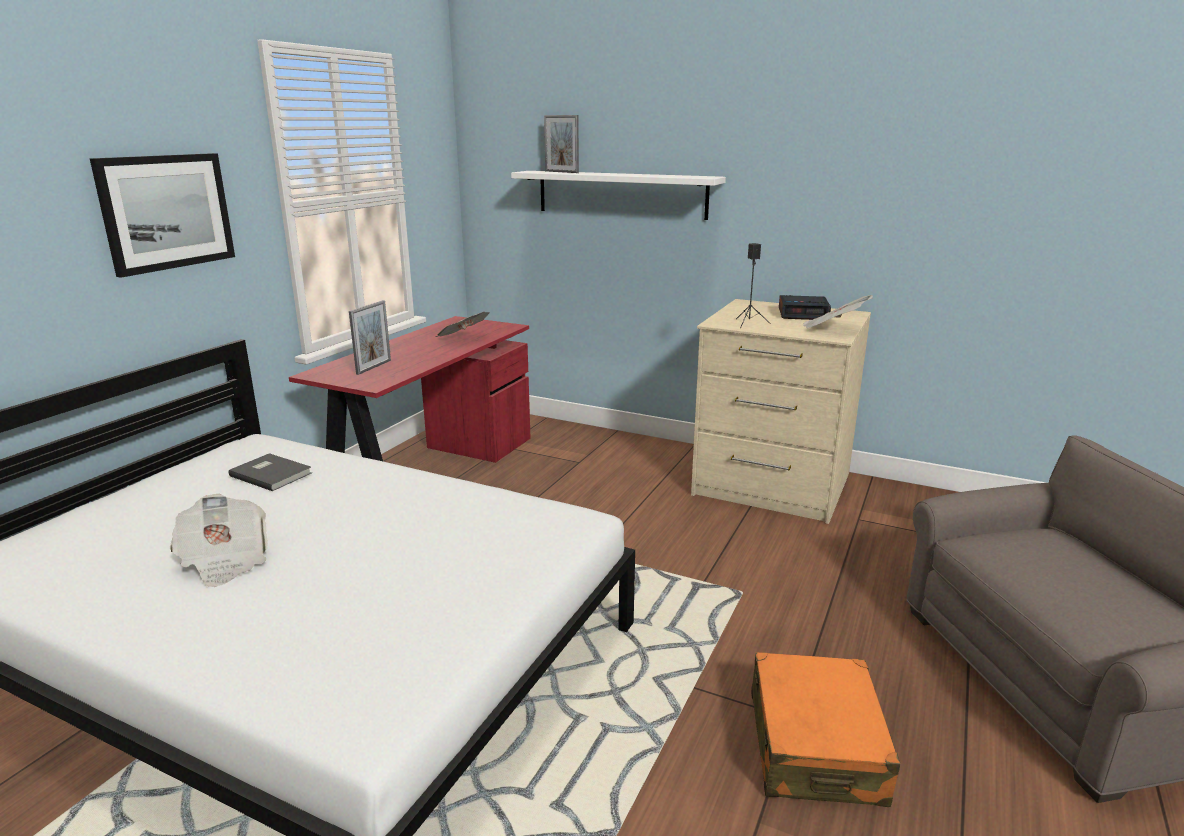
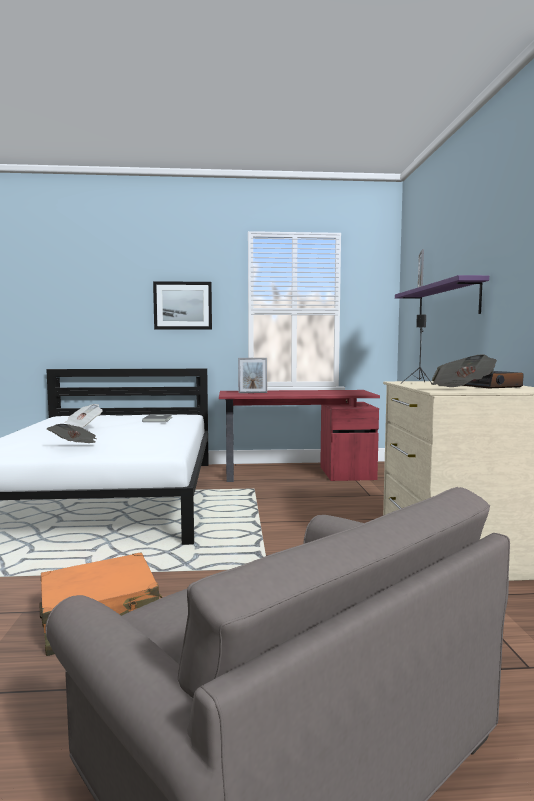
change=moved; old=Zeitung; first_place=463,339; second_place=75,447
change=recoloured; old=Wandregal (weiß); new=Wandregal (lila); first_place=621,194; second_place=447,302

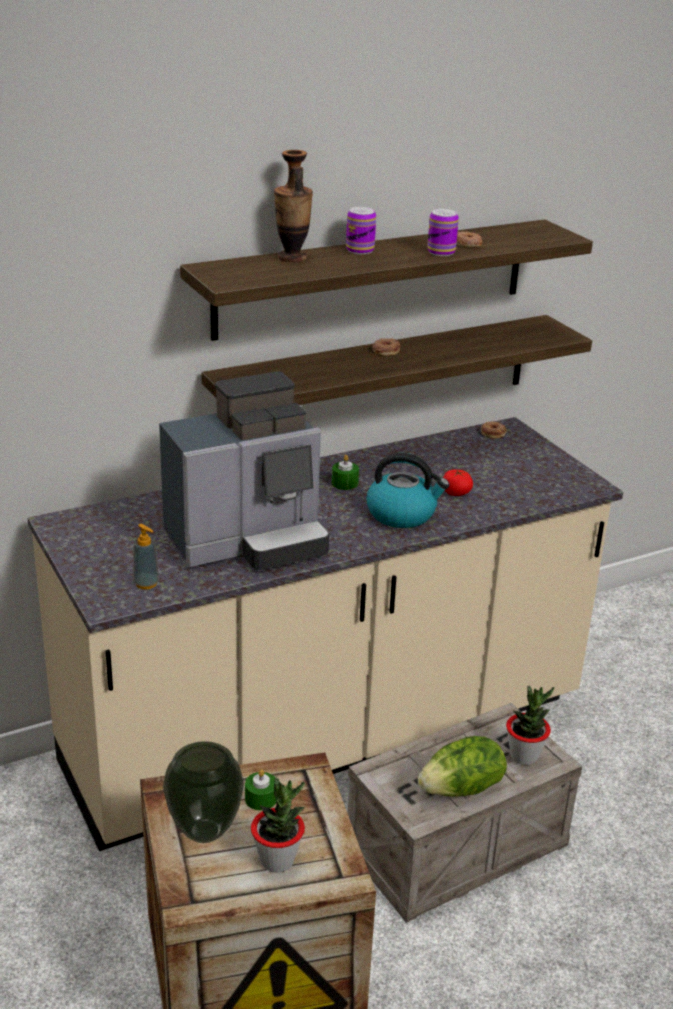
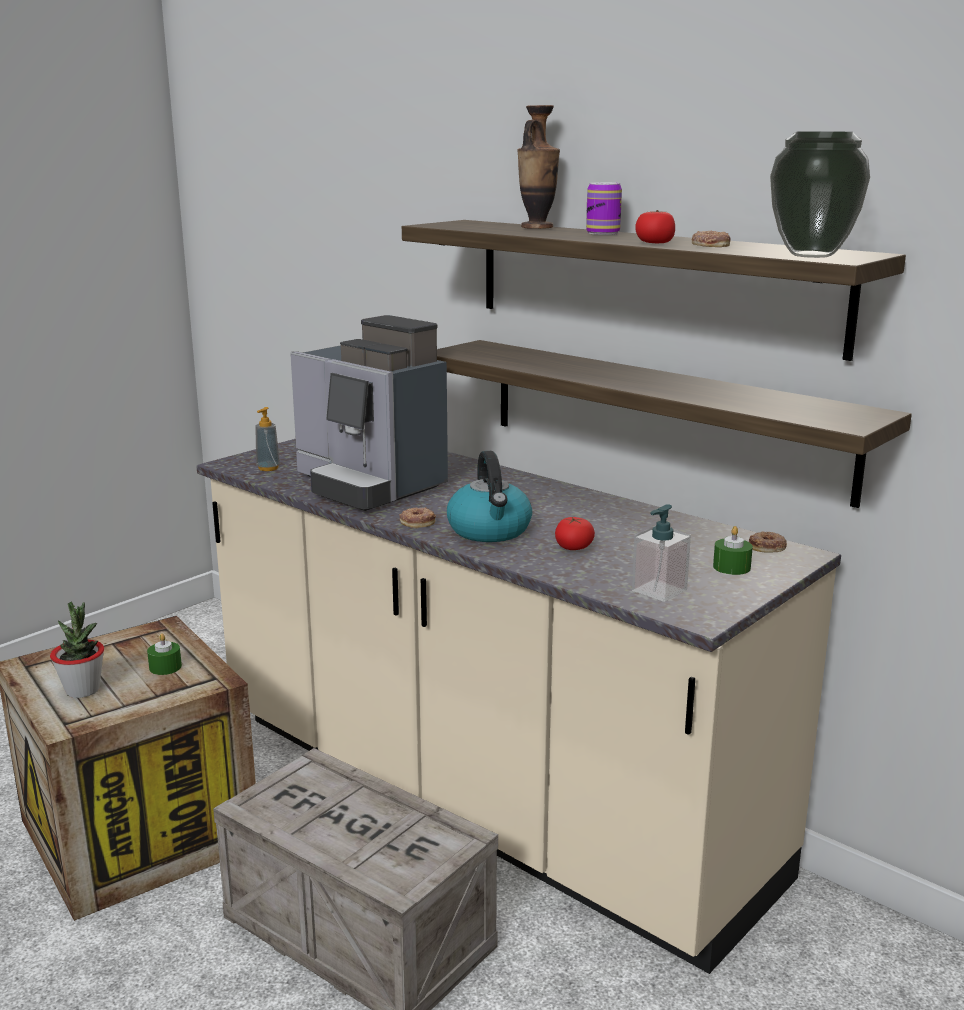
change=removed; old=Salatkopf; first_place=462,789
change=removed; old=Topfpflanze; first_place=524,756
change=added; new=Seifenspender; second_place=659,590
change=moved; old=Vase; first_place=206,832; second_place=812,255
change=moved; old=Kerze (grün); first_place=344,483; second_place=731,567
change=moved; old=Donut; first_place=385,350; second_place=417,521
change=replaced; old=Dose; new=Tomate; first_place=441,252; second_place=654,243

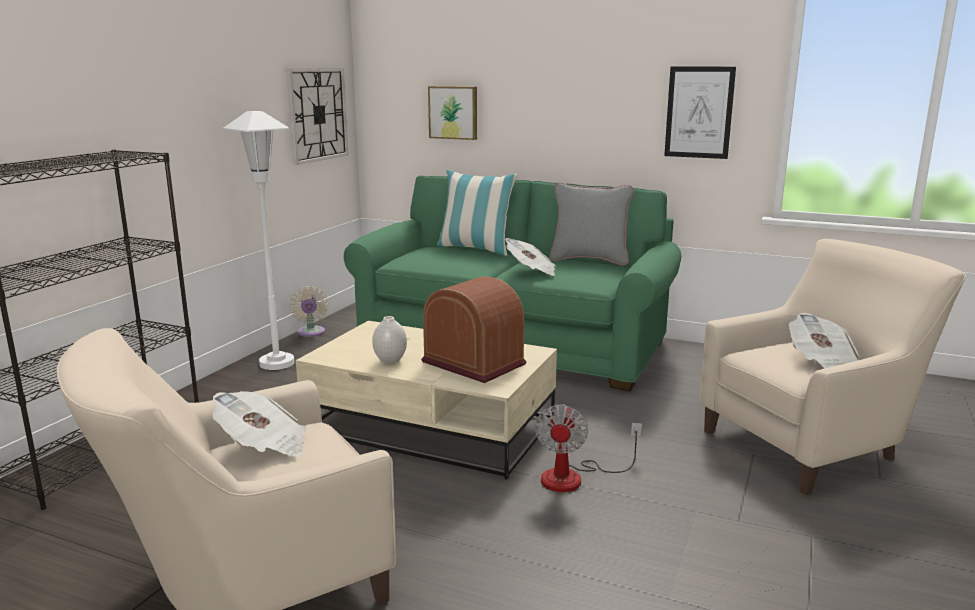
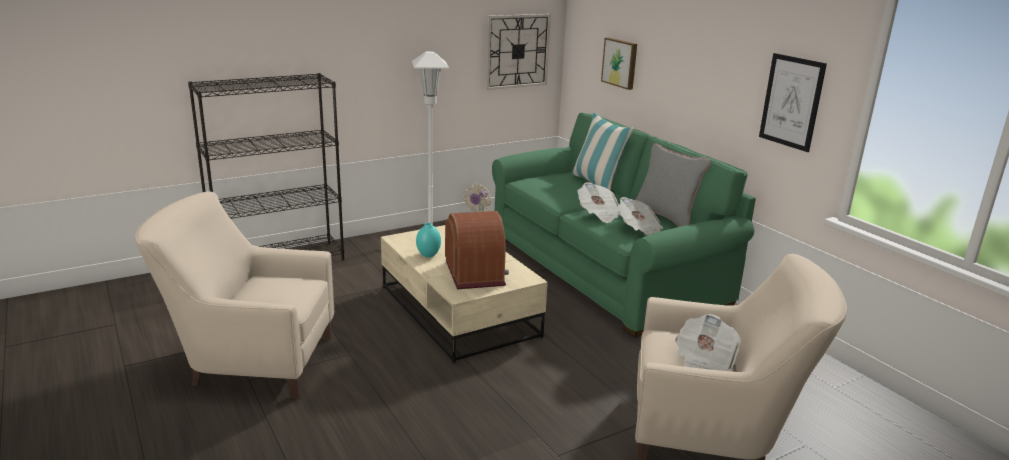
change=removed; old=Ventilator; first_place=574,477
change=moved; old=Zeitung; first_place=264,446; second_place=639,230
change=recoloured; old=Vase (weiß); new=Vase (türkis); first_place=390,361; second_place=428,255

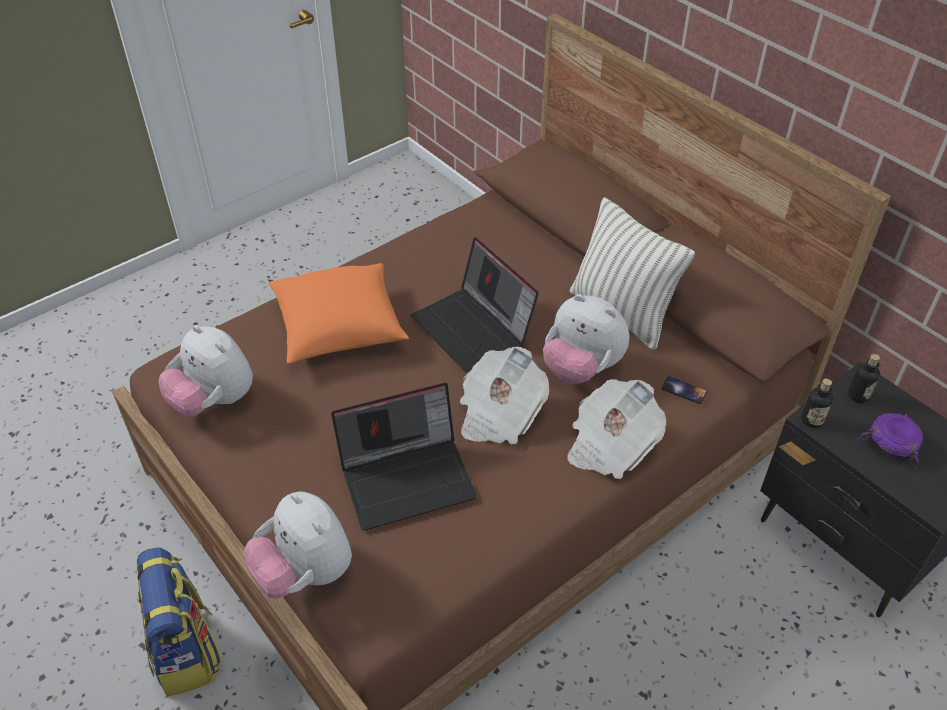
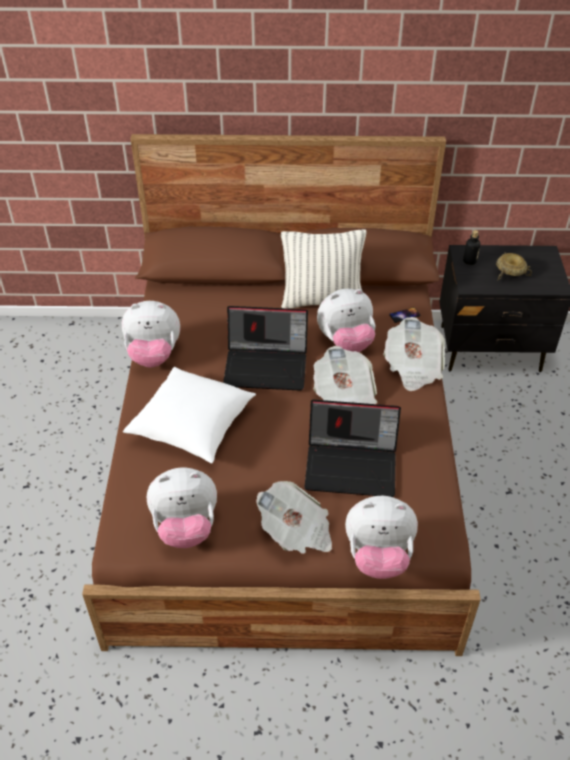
change=removed; old=Rucksack; first_place=187,652
change=removed; old=Flasche; first_place=812,420
change=added; new=Plüschtier; second_place=153,355
change=added; new=Zeitung; second_place=296,531
change=recoloured; old=Kissen (orange); new=Kissen (weiß); first_place=339,329; second_place=193,427
change=recoloured; old=Schüssel (lila); new=Schüssel (beige); first_place=889,444; second_place=509,273
change=turned; old=Laptop; first_place=408,477; second_place=352,465; degrees=75

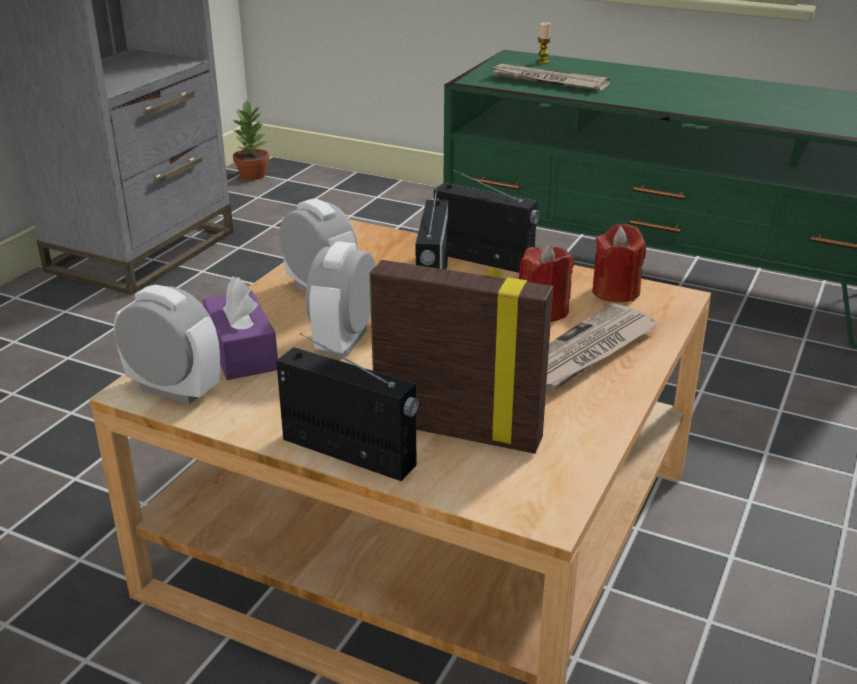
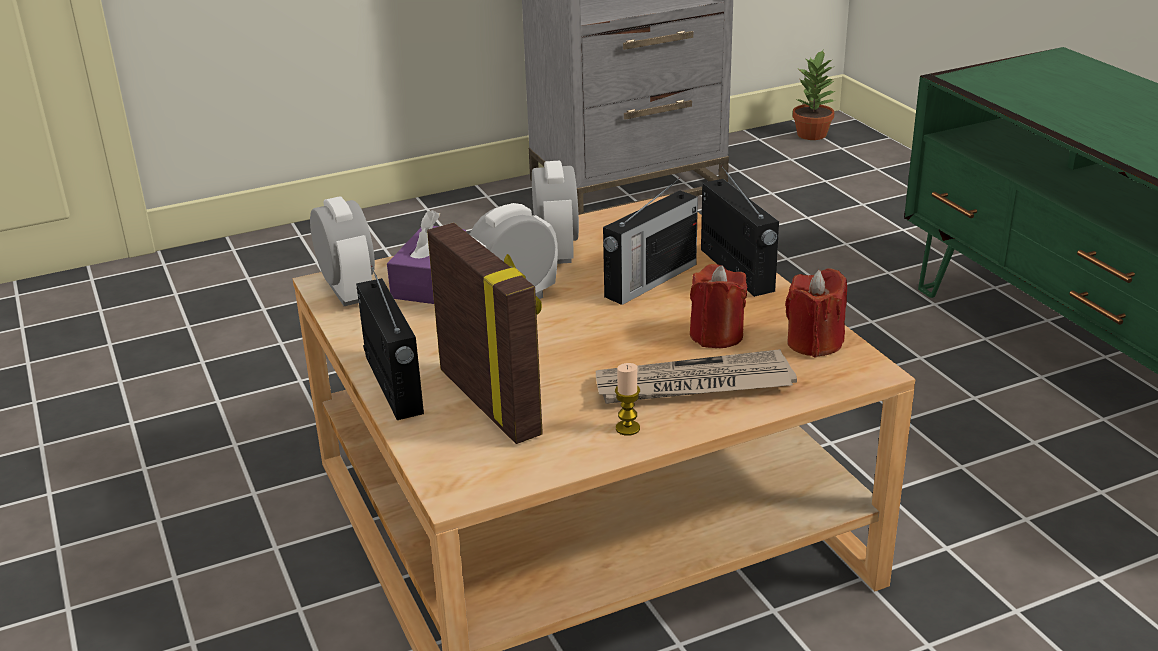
change=removed; old=Zeitung; first_place=547,81
change=moved; old=Kerze; first_place=542,62; second_place=627,428

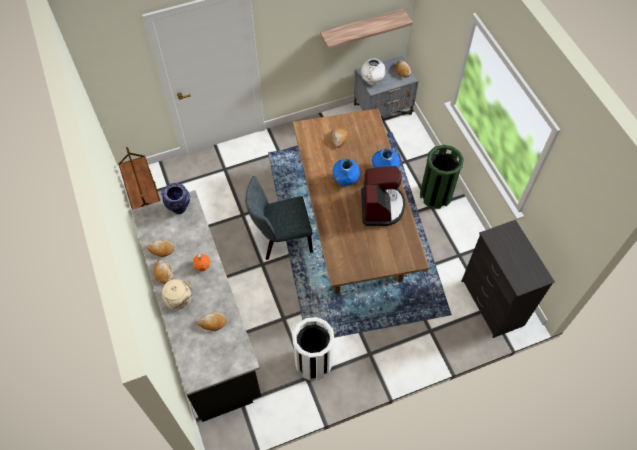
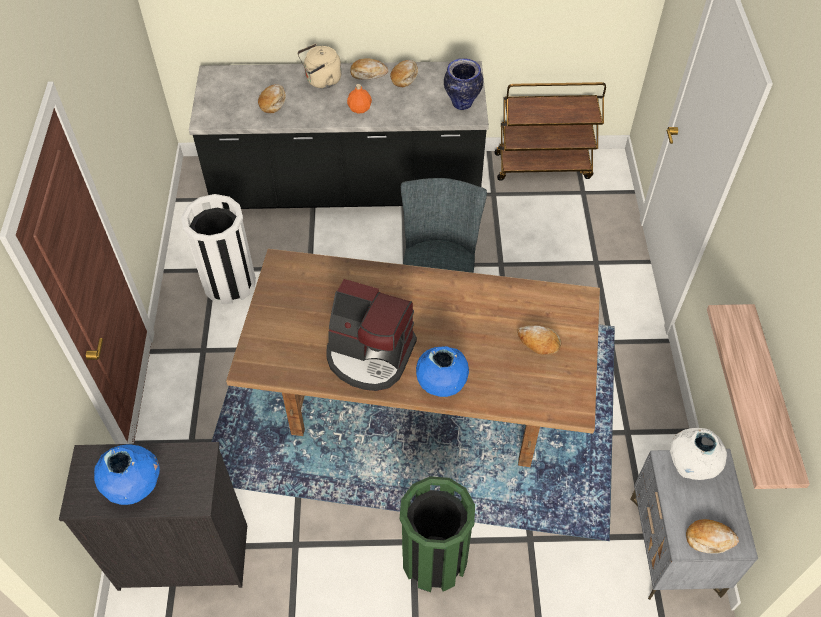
change=moved; old=Vase (blau); first_place=345,181; second_place=136,488

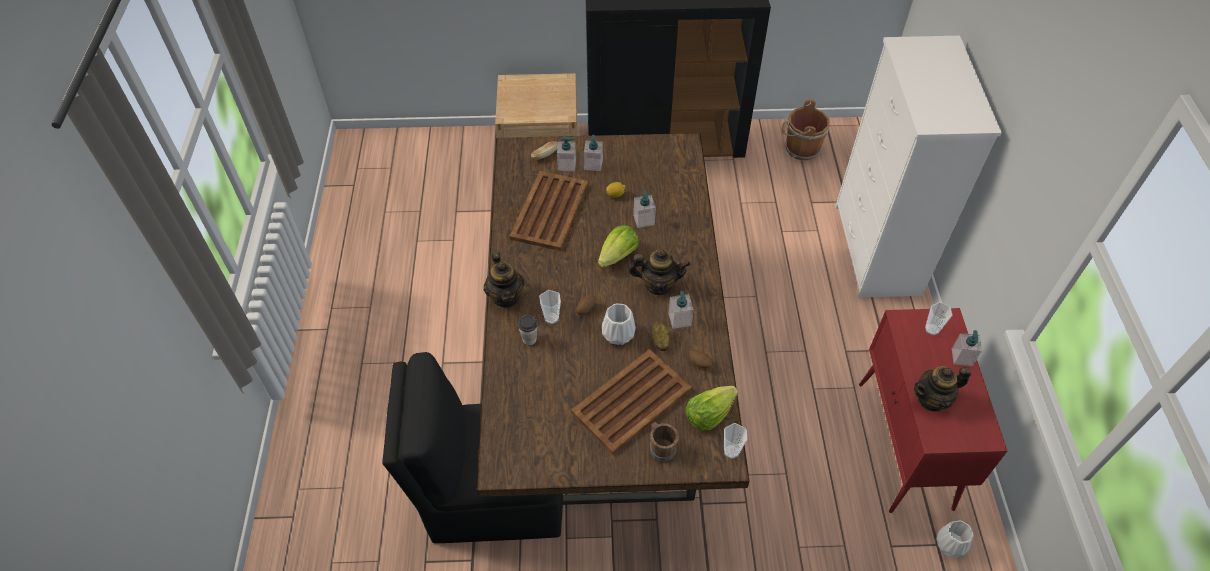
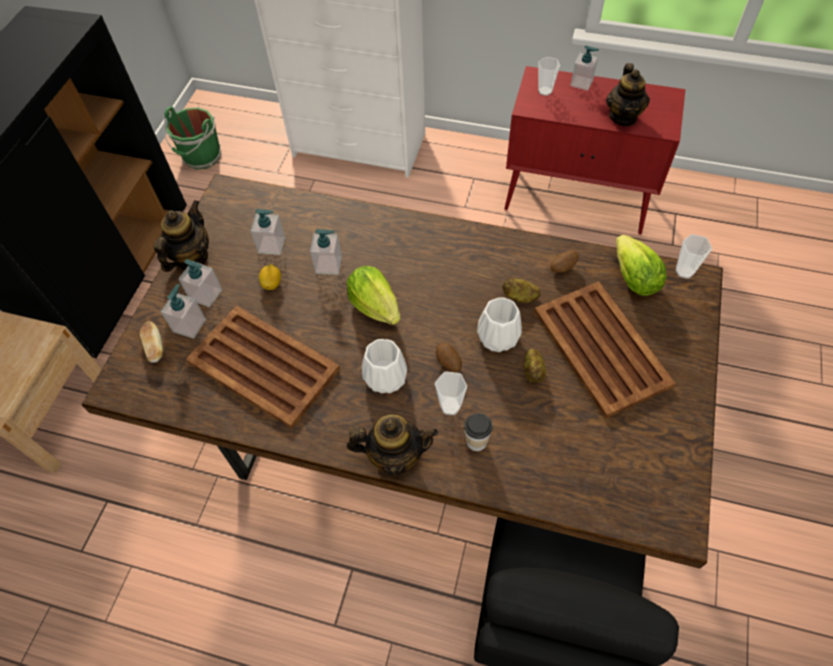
change=removed; old=Henkelbecher (braun); first_place=661,447
change=added; new=Kartoffel; second_place=533,371
change=moved; old=Teekanne; first_place=658,284; second_place=191,257
change=moved; old=Seifenspender; first_place=679,320; second_place=272,245
change=moved; old=Vase (weiß); first_place=950,545; second_place=386,377
change=recoloured; old=Eimer (braun); new=Eimer (grün); first_place=800,148; second_place=201,157

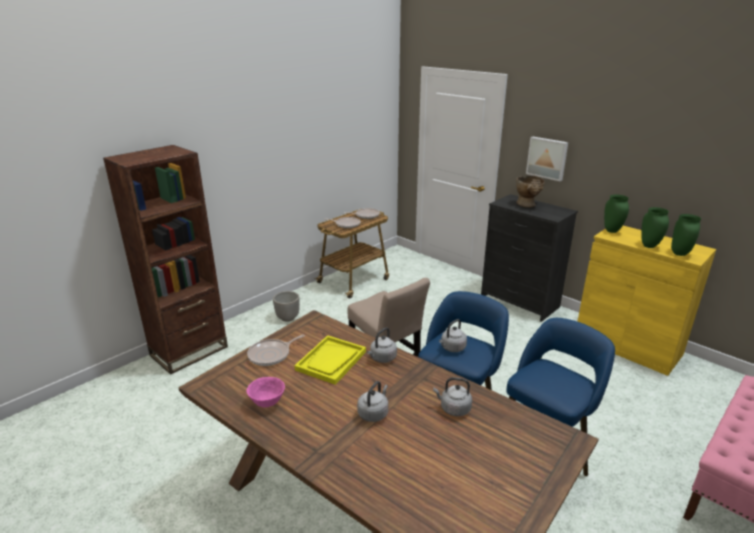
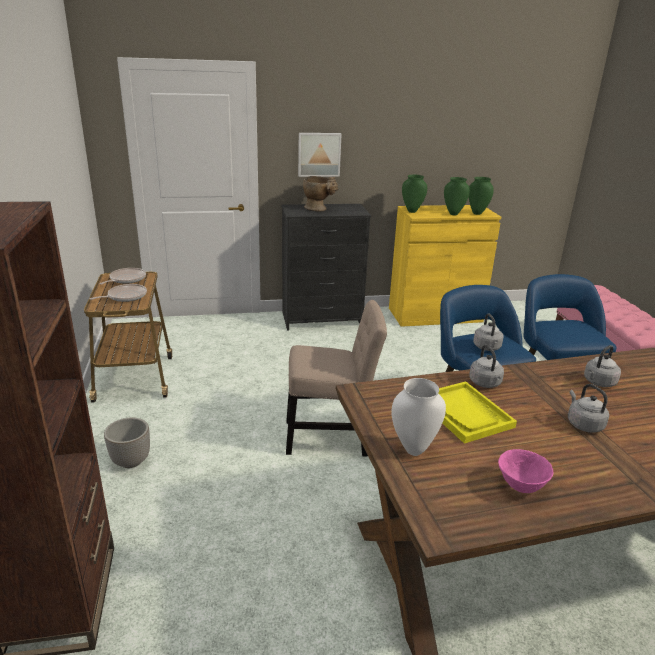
change=replaced; old=Pfanne; new=Vase (weiß); first_place=271,355; second_place=413,448

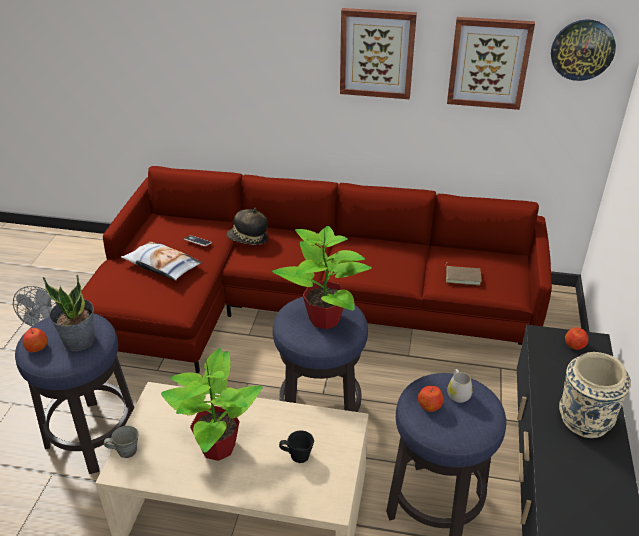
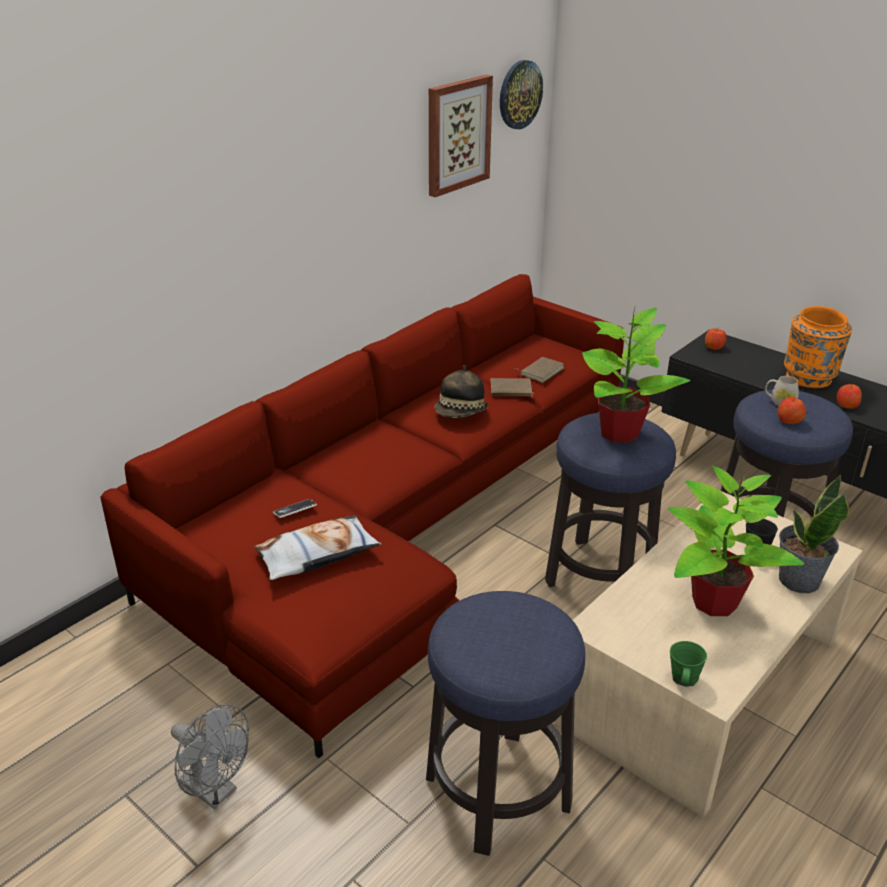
change=removed; old=Bild; first_place=377,53
change=added; new=Buch (braun); second_place=511,391
change=moved; old=Apfel; first_place=37,347; second_place=846,405
change=moved; old=Topfpflanze; first_place=79,340; second_place=798,580
change=moved; old=Hut; first_place=248,240; second_place=461,413
change=recoloured; old=Henkelbecher (grau); new=Henkelbecher (grün); first_place=126,451; second_place=683,679
change=recoloured; old=Vase (beige); new=Vase (orange); first_place=583,420; second_place=808,379

